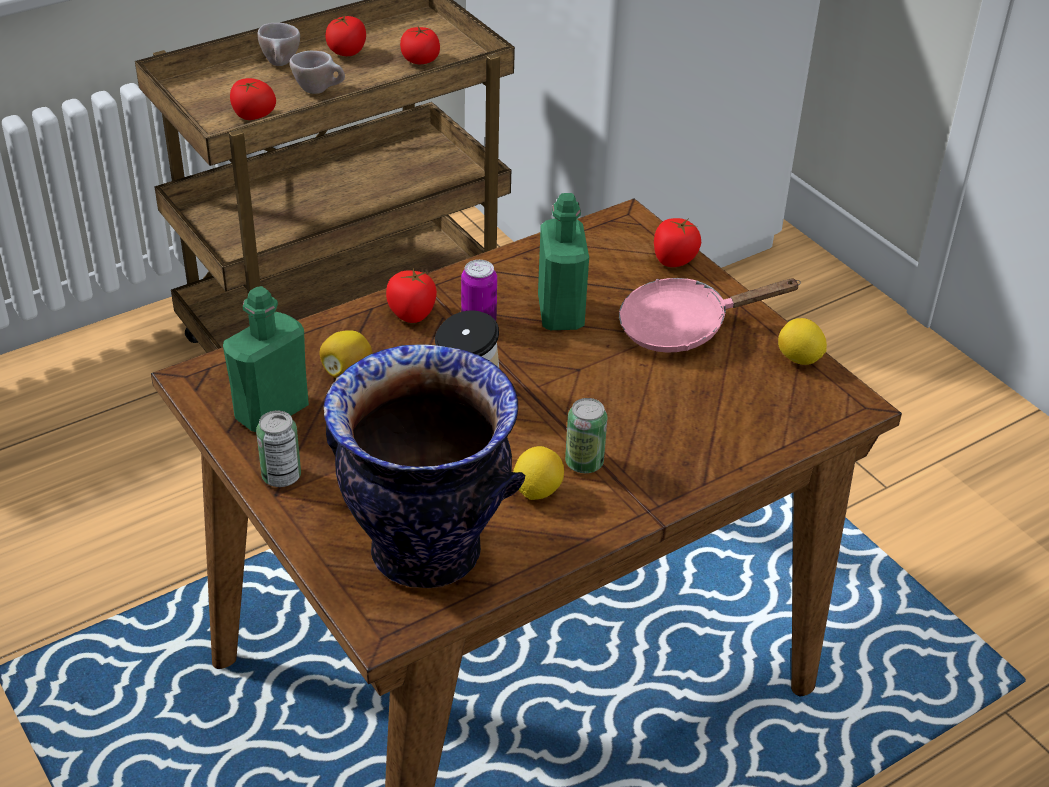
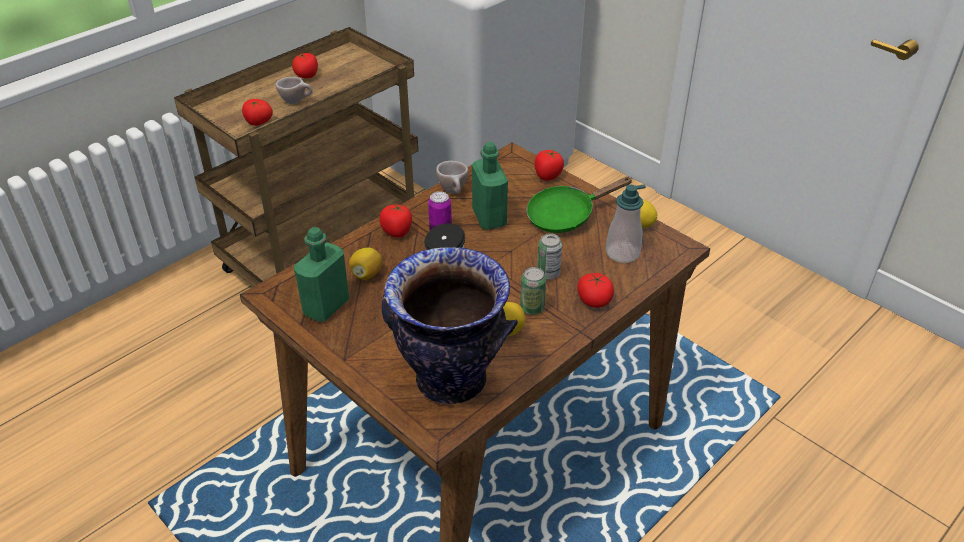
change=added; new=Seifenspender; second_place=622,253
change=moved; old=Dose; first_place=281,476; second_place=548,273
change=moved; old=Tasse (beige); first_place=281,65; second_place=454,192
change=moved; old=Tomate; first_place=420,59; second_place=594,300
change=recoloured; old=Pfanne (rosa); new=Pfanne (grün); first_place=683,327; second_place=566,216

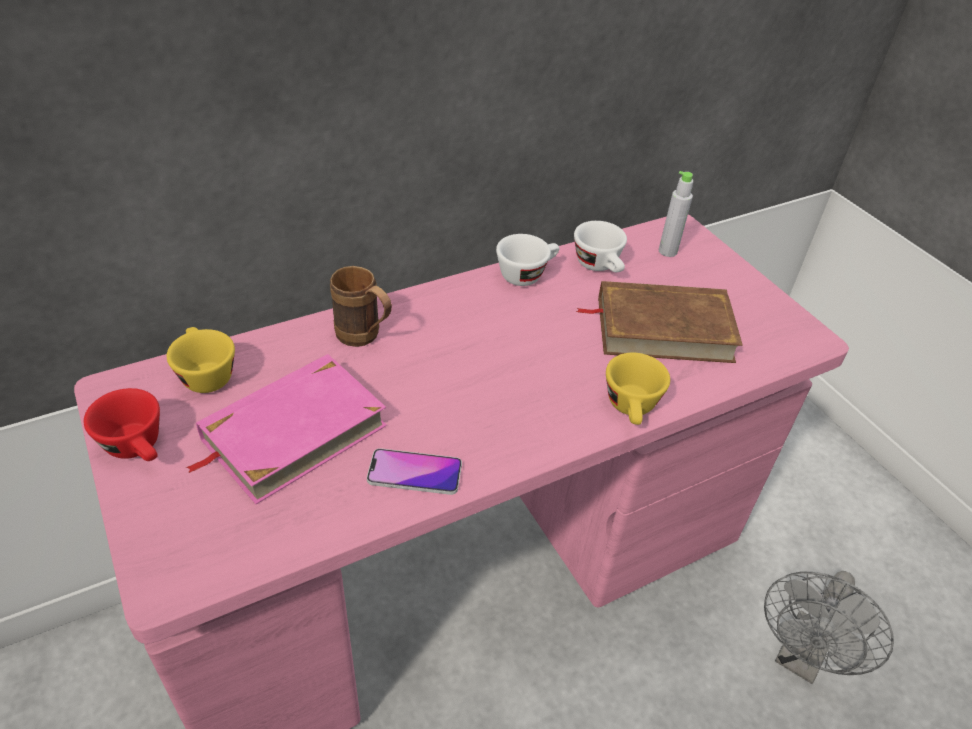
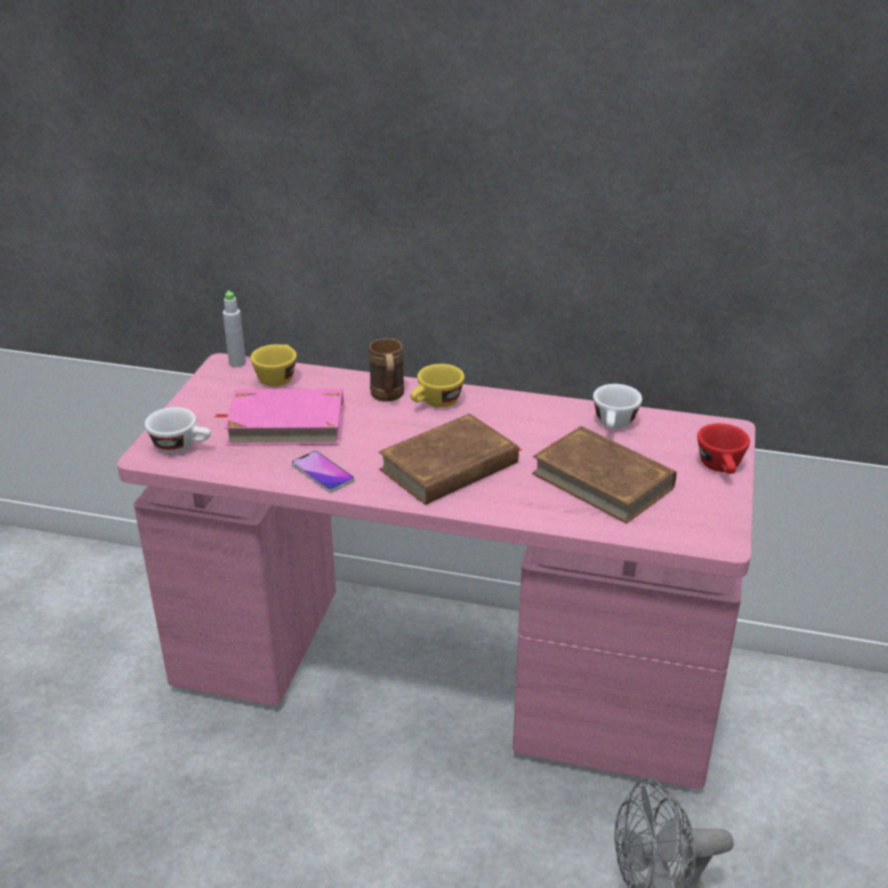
change=added; new=Buch (braun); second_place=450,467
change=moved; old=Tasse (rot); first_place=138,448; second_place=722,468
change=moved; old=Tasse (weiß); first_place=526,274; second_place=182,447
change=moved; old=Tasse (gelb); first_place=632,409; second_place=436,403
change=moved; old=Flasche (grau); first_place=667,251; second_place=237,363

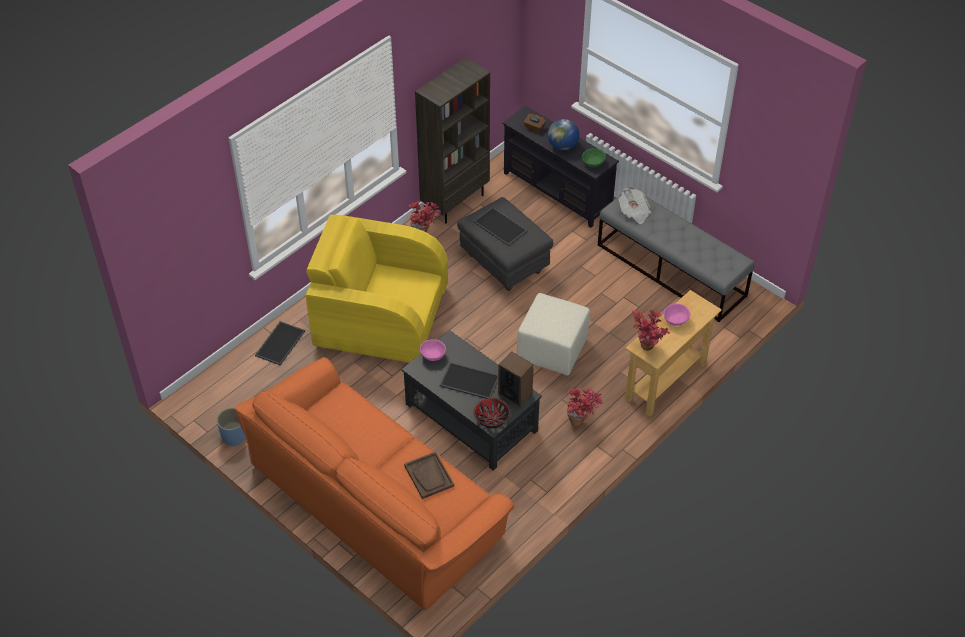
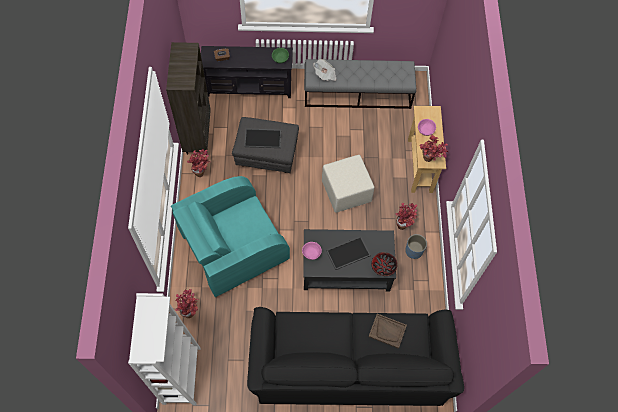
change=removed; old=Lautsprecher; first_place=515,394
change=removed; old=Globus; first_place=562,146
change=added; new=Bücherregal (weiß); second_place=181,375
change=moved; old=Pflanzkübel (blau); first_place=234,436; second_place=414,251
change=replaced; old=Tablett; new=Topfpflanze; first_place=279,342; second_place=190,311
change=recoloured; old=Sofa (orange); new=Sofa (schwarz); first_place=376,501; second_place=350,363
change=recoloured; old=Sessel (gelb); new=Sessel (türkis); first_place=380,317; second_place=232,246

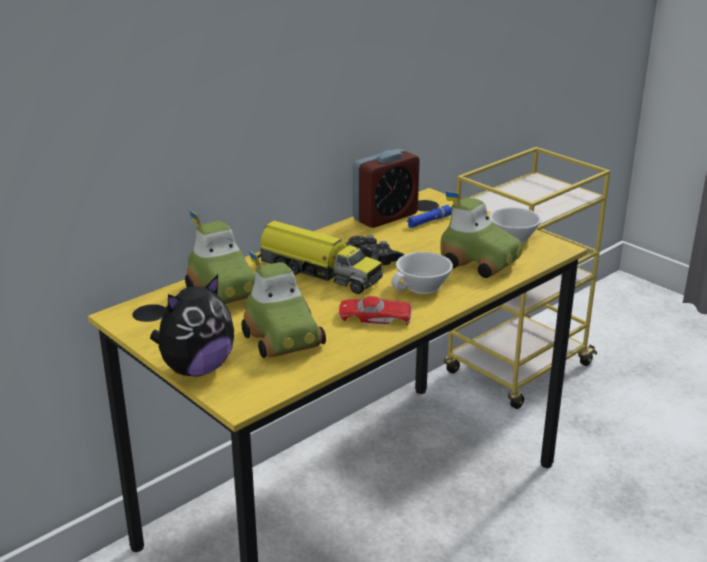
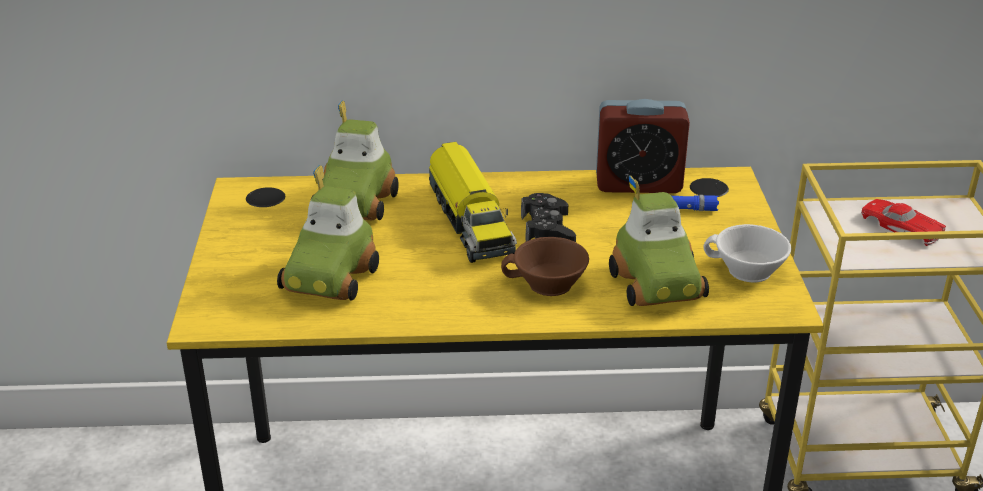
change=removed; old=Plüschtier; first_place=196,369
change=moved; old=Spielzeugauto (rot); first_place=375,317; second_place=901,227
change=recoloured; old=Tasse (weiß); new=Tasse (braun); first_place=423,287; second_place=547,285

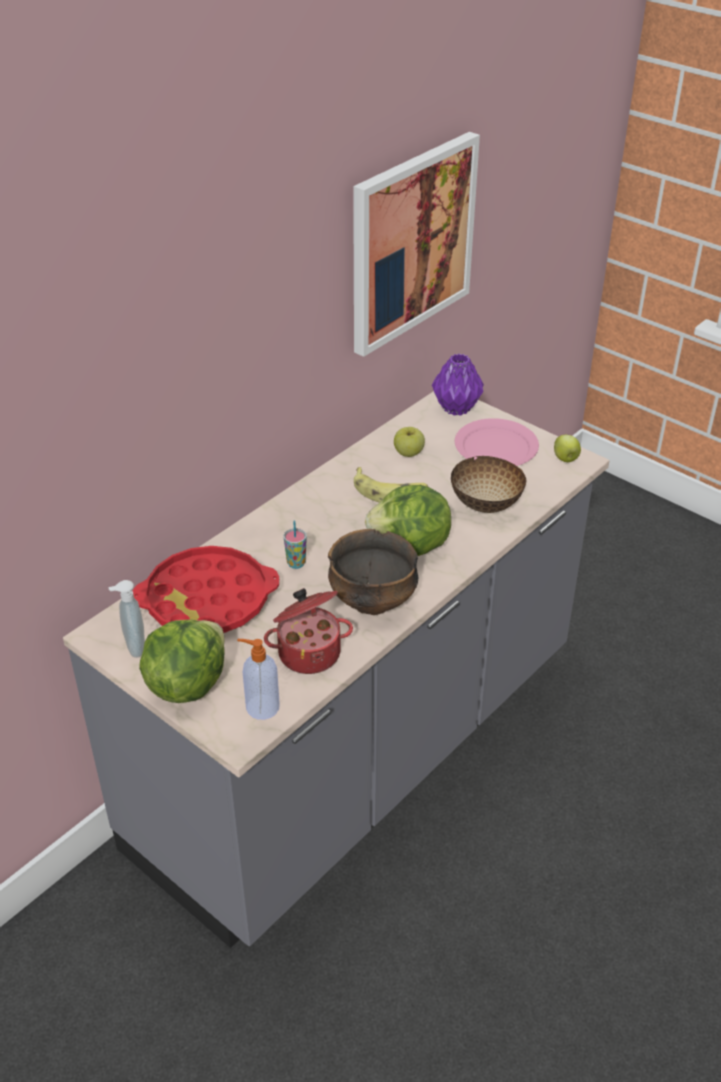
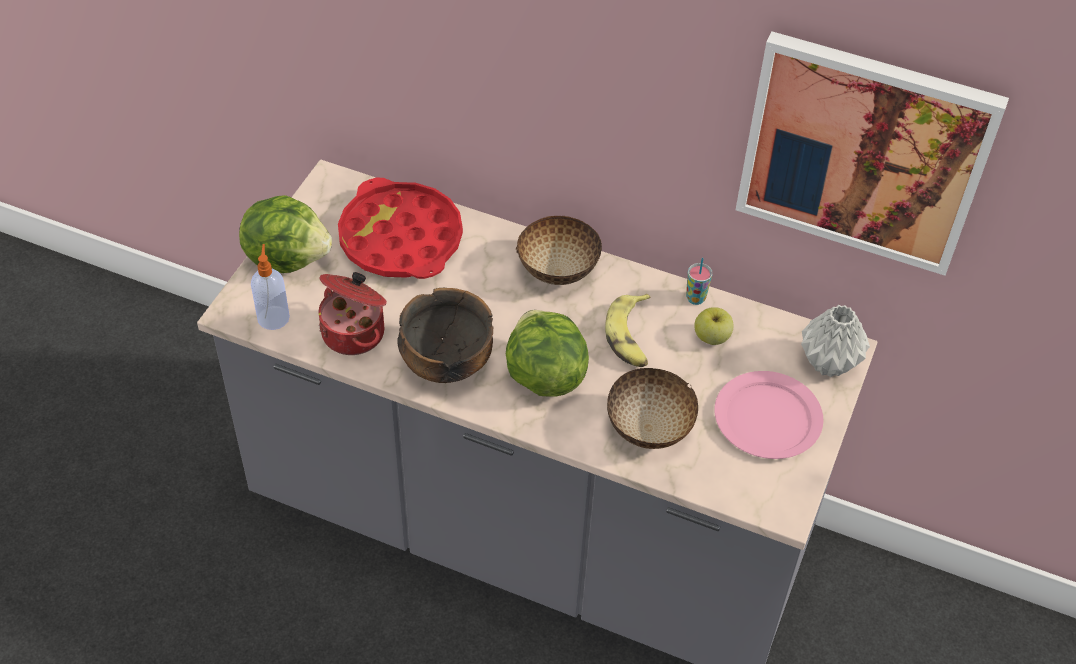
change=removed; old=Seifenspender; first_place=133,647
change=removed; old=Apfel; first_place=565,459
change=added; new=Schüssel; second_place=558,270
change=moved; old=Tasse; first_place=296,563; second_place=695,298
change=recoloured; old=Vase (lila); new=Vase (grau); first_place=457,408; second_place=828,364

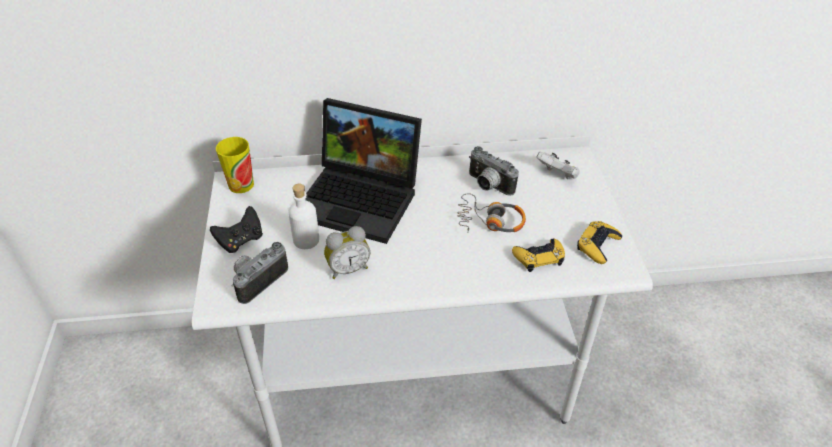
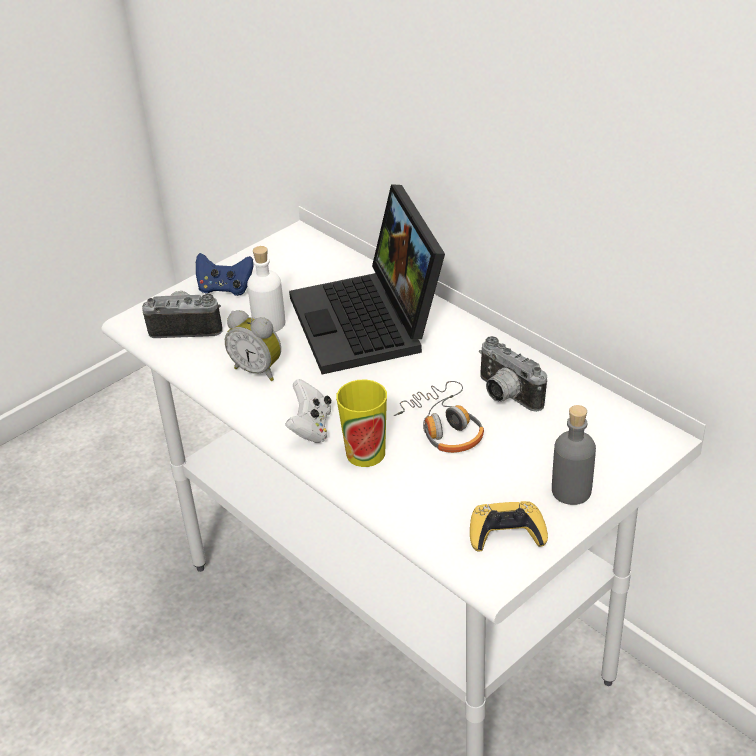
change=removed; old=Gamepad (gelb); first_place=539,257
change=added; new=Flasche (grau); second_place=571,491
change=moved; old=Tasse; first_place=241,185; second_place=365,453
change=moved; old=Gamepad (weiß); first_place=558,175; second_place=311,428
change=recoloured; old=Gamepad (schwarz); new=Gamepad (blau); first_place=241,240; second_place=225,288
change=turned; old=Kamera; first_place=487,186; second_place=505,396; degrees=-45

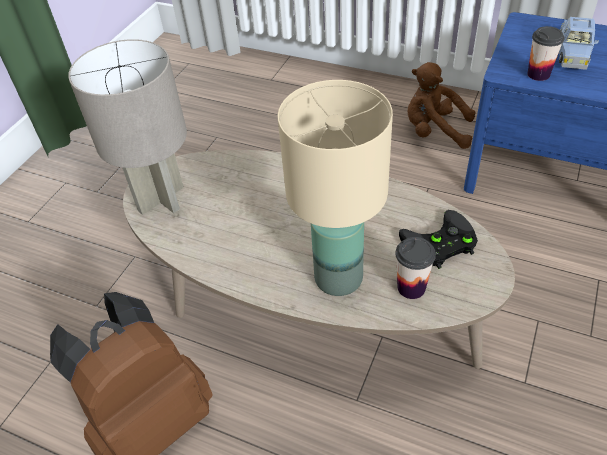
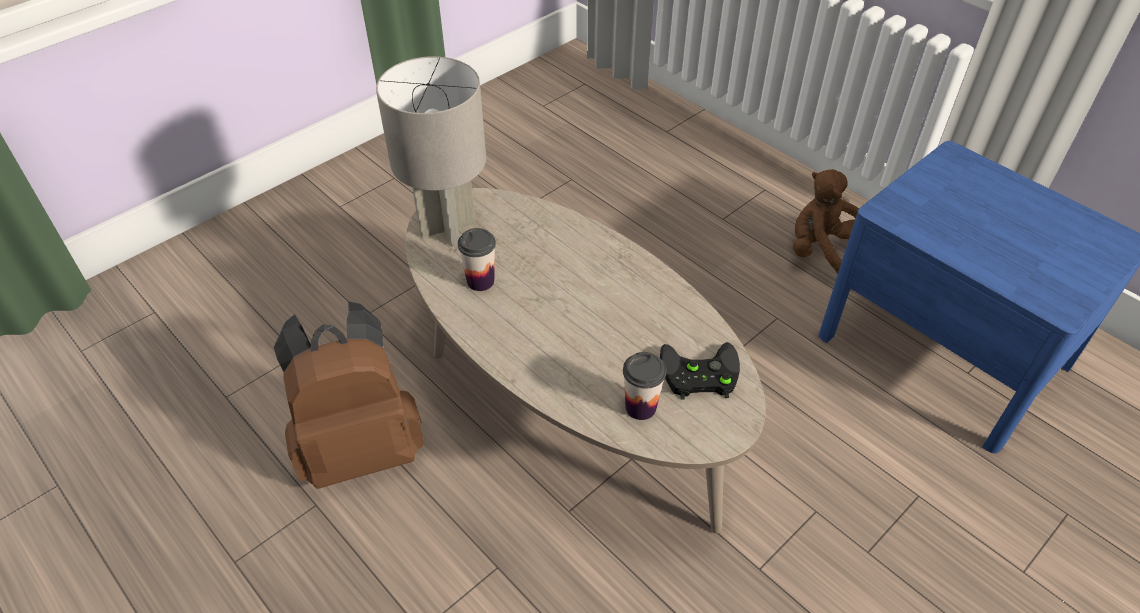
change=removed; old=Tischlampe (beige); first_place=339,276
change=removed; old=Spielzeugauto (blau); first_place=573,52
change=moved; old=Tasse; first_place=538,74; second_place=480,281

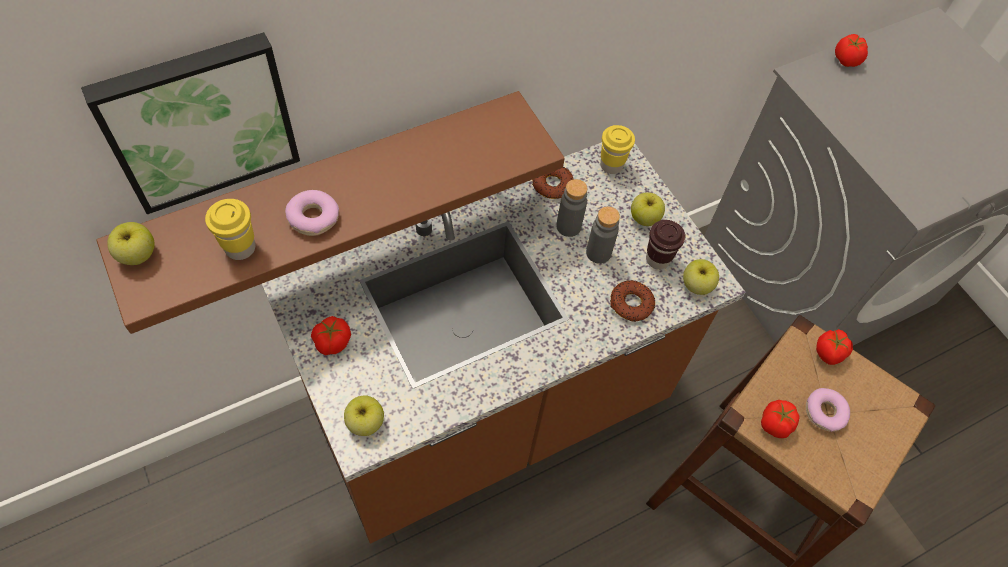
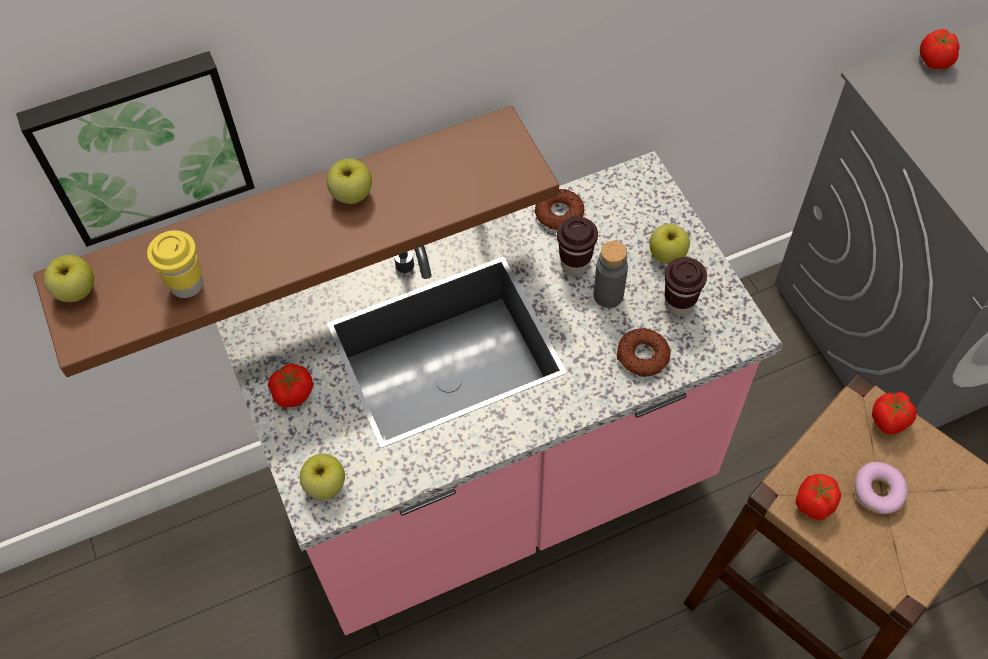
change=removed; old=Donut; first_place=313,218
change=removed; old=Tasse (gelb); first_place=611,165
change=moved; old=Apfel; first_place=696,285; second_place=351,194
change=replaced; old=Flasche (grau); new=Tasse (braun); first_place=568,226; second_place=575,263
change=recoloured; old=Küchenzeile (braun); new=Küchenzeile (rosa); first_place=491,411; second_place=499,486

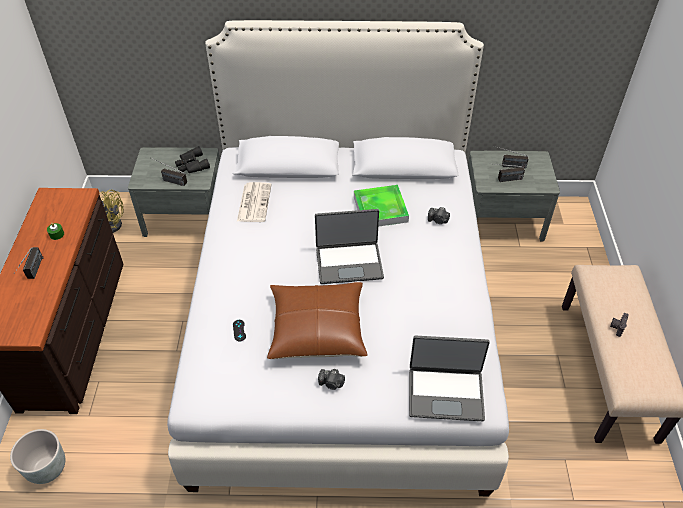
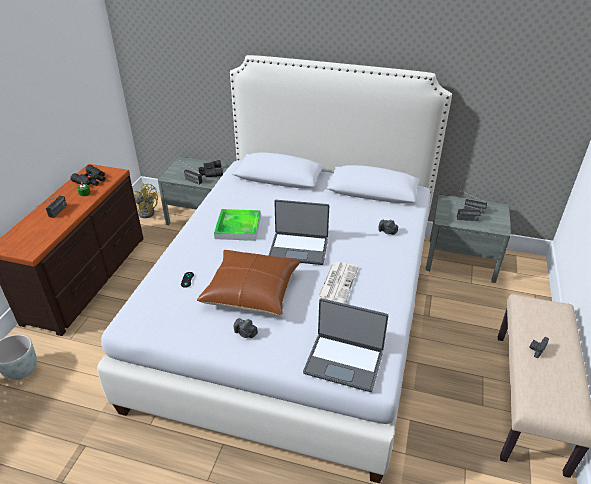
change=added; new=Fernglas (schwarz); second_place=91,180
change=moved; old=Zeitung; first_place=254,202; second_place=338,281
change=moved; old=Tablett; first_place=380,209; second_place=238,227

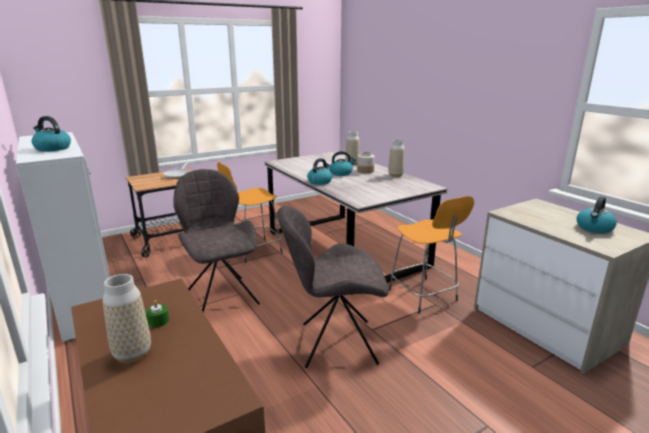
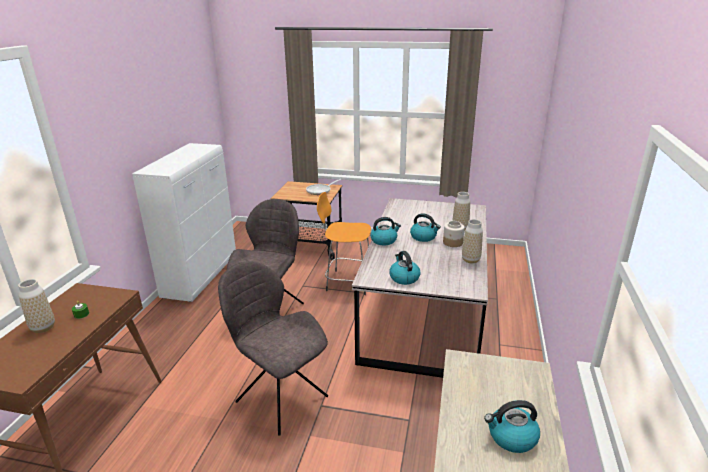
change=removed; old=Hocker (orange); first_place=424,296
change=moved; old=Wasserkessel; first_place=52,148; second_place=404,278

